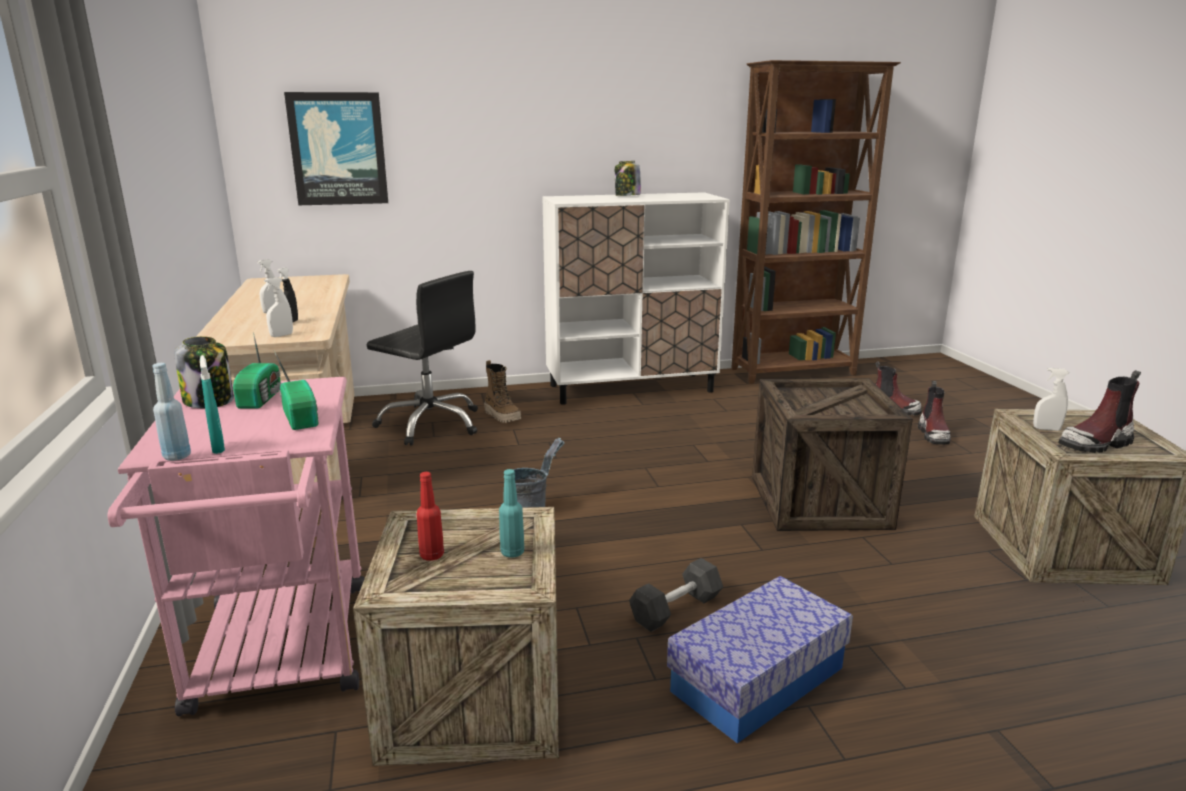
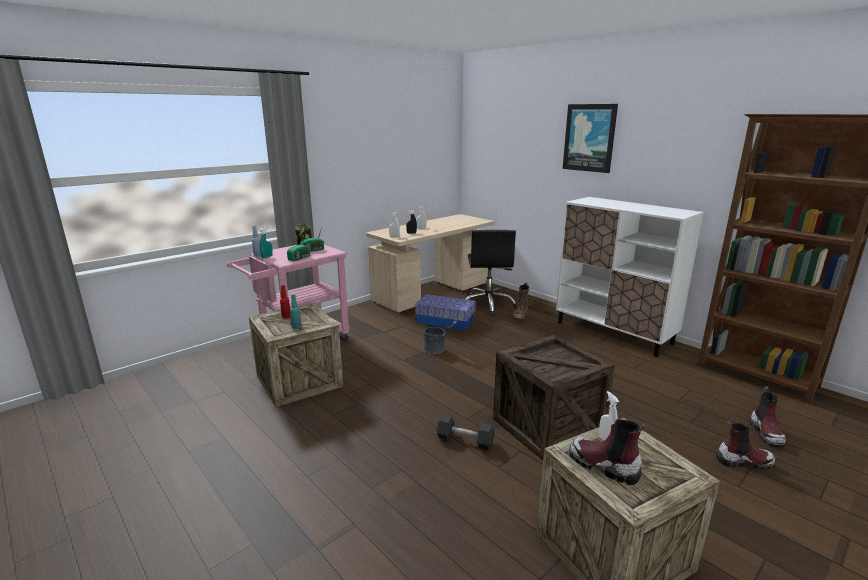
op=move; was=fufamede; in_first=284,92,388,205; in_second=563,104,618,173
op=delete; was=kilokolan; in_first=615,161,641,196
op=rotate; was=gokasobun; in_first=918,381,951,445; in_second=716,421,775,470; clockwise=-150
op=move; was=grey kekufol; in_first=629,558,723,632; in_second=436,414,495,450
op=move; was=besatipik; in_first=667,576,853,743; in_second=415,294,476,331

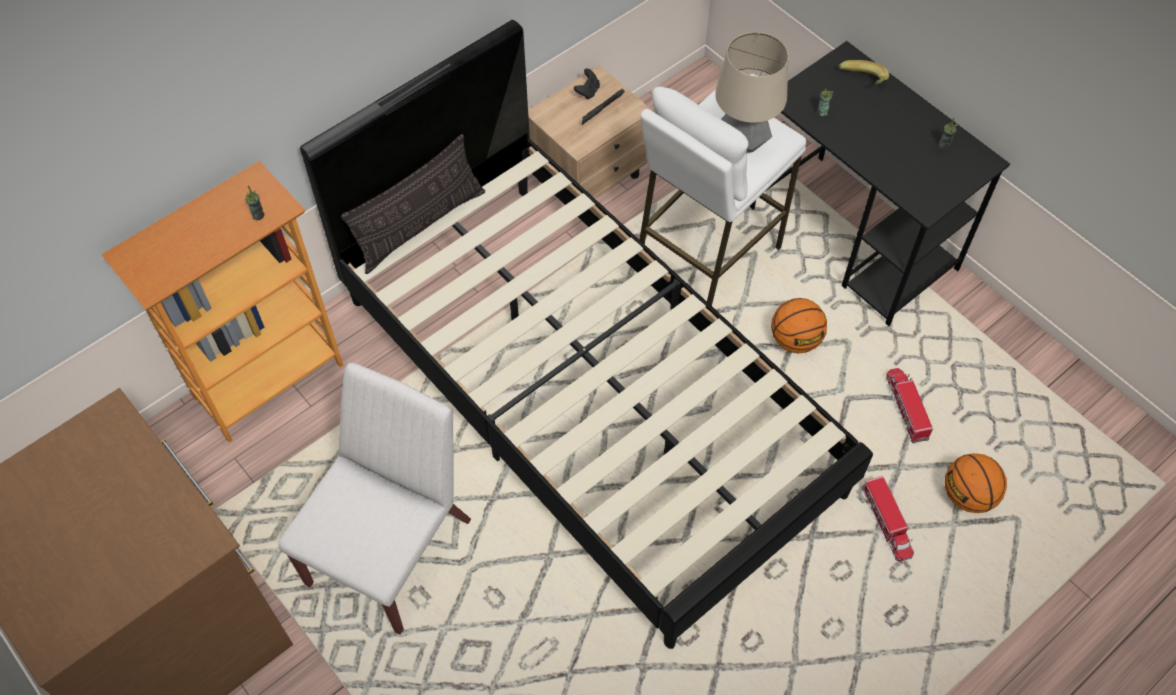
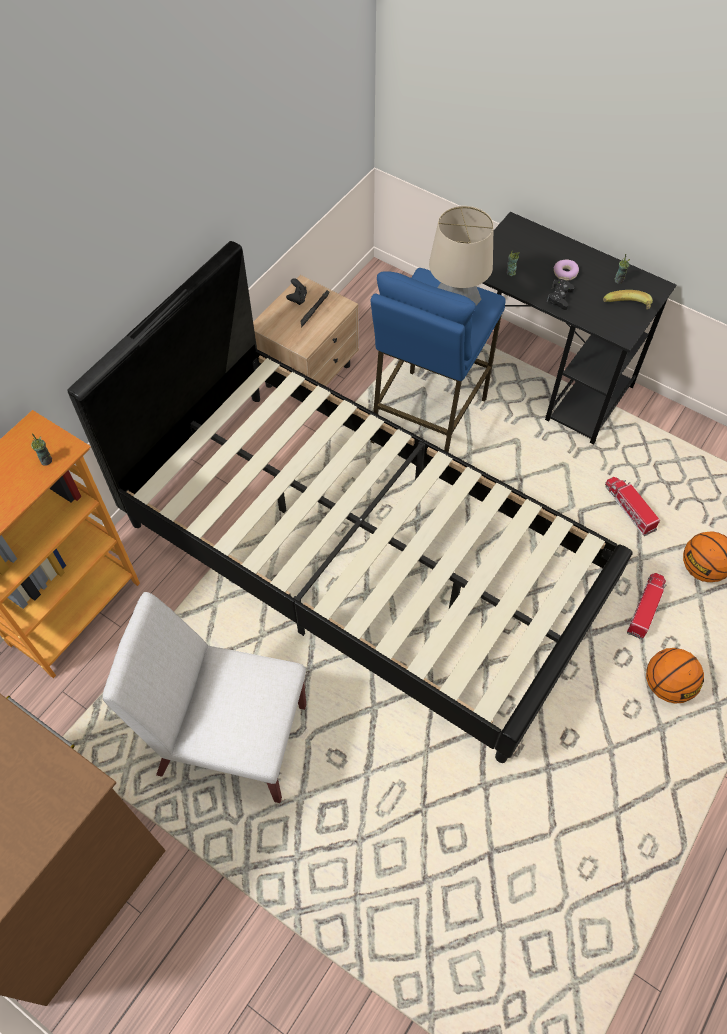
op=move; was=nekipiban; in_first=838,60,889,84; in_second=603,290,653,310
op=recolor; was=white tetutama; now=blue tetutama; in_first=639,87,806,306; in_second=371,268,506,453
op=delete; was=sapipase; in_first=341,134,485,274
op=move; was=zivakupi; in_first=771,298,827,354; in_second=646,648,704,704
op=rotate; was=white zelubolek; in_first=279,362,471,635; in_second=103,592,306,803; clockwise=-90
op=rotate; was=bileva; in_first=862,476,914,562; in_second=627,573,666,640; clockwise=-120
op=insert; now=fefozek; in_second=553,259,579,281
op=insert; now=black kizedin; in_second=547,279,574,310

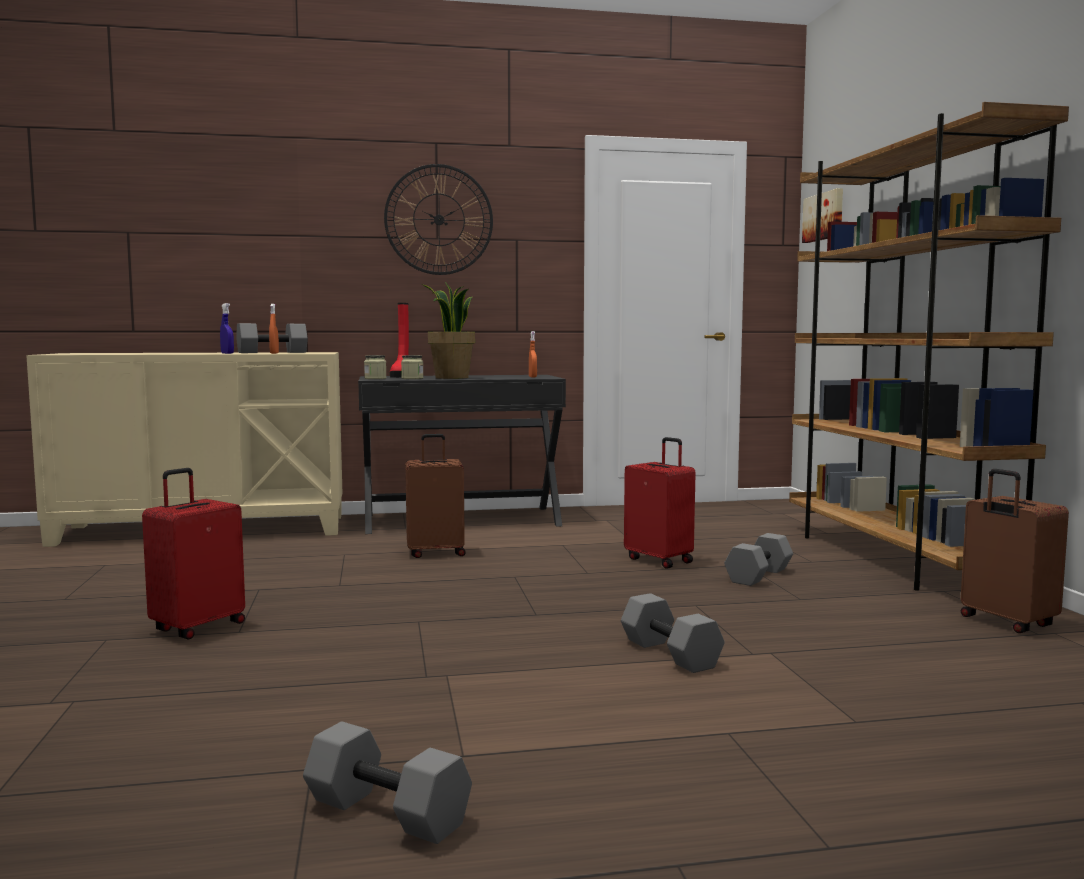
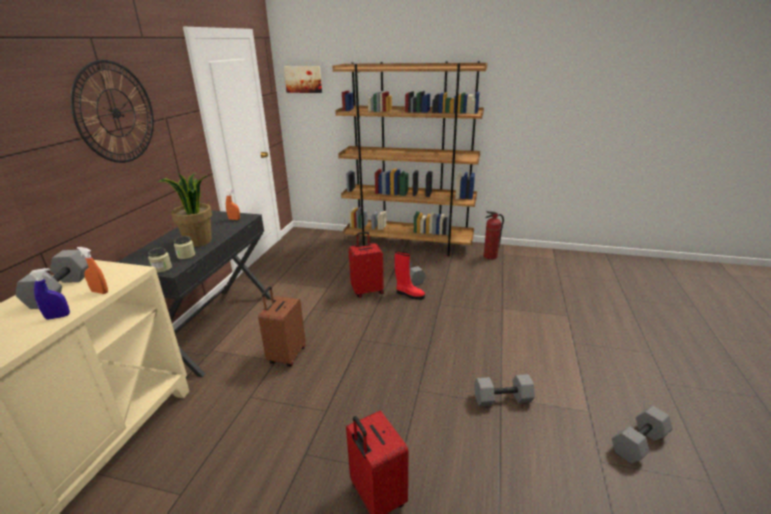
op=move; was=red gokasobun; in_first=390,303,409,378; in_second=395,251,425,300
op=replace; was=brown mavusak; now=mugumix; in_first=961,469,1069,633; in_second=484,211,504,260
op=move; was=grey kekufol; in_first=621,593,725,673; in_second=474,374,535,406

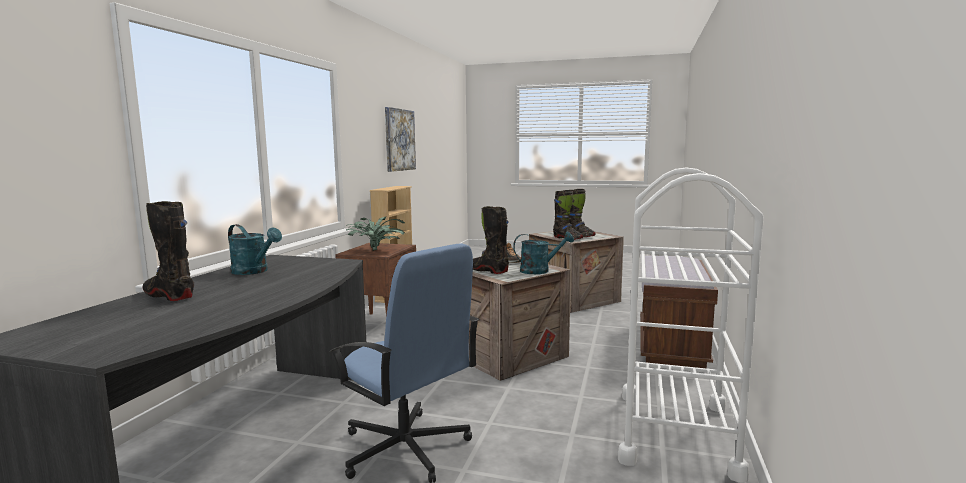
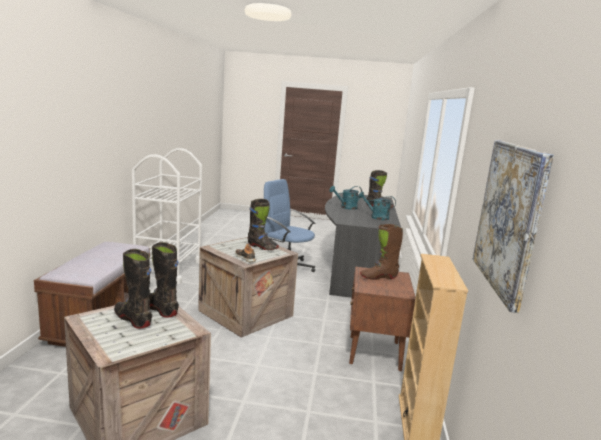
op=replace; was=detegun; now=brown gokasobun; in_first=346,217,405,251; in_second=360,224,403,280
op=move; was=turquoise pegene; in_first=513,232,574,274; in_second=329,186,362,210

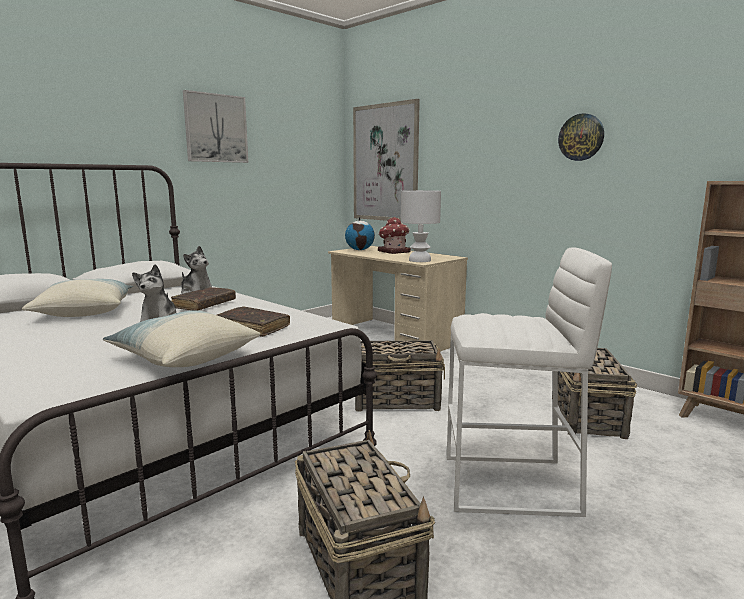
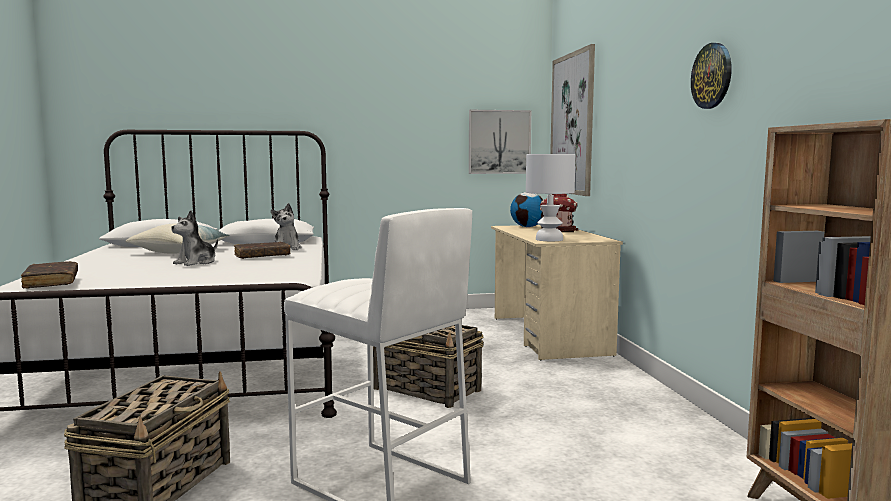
op=move; was=fufamede; in_first=183,90,248,163; in_second=469,110,531,174
op=move; was=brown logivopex; in_first=217,306,290,337; in_second=21,261,78,289
op=delete; was=sapipase; in_first=103,310,260,367
op=delete; was=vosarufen; in_first=552,348,637,439

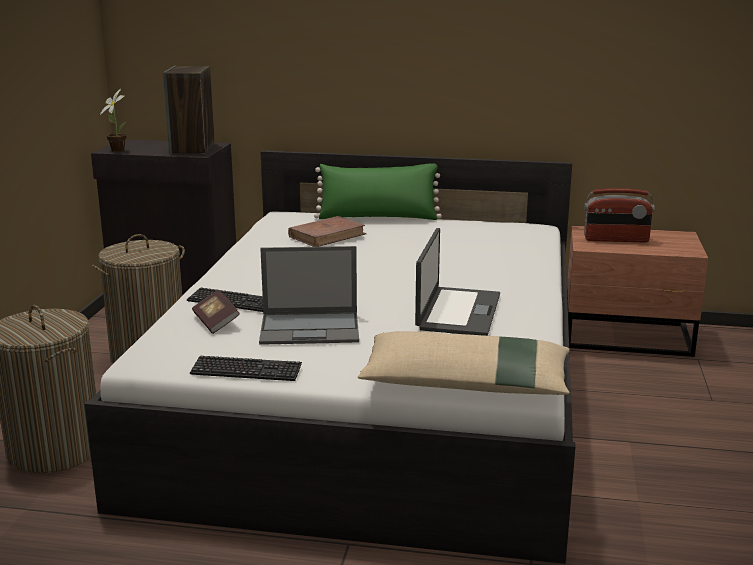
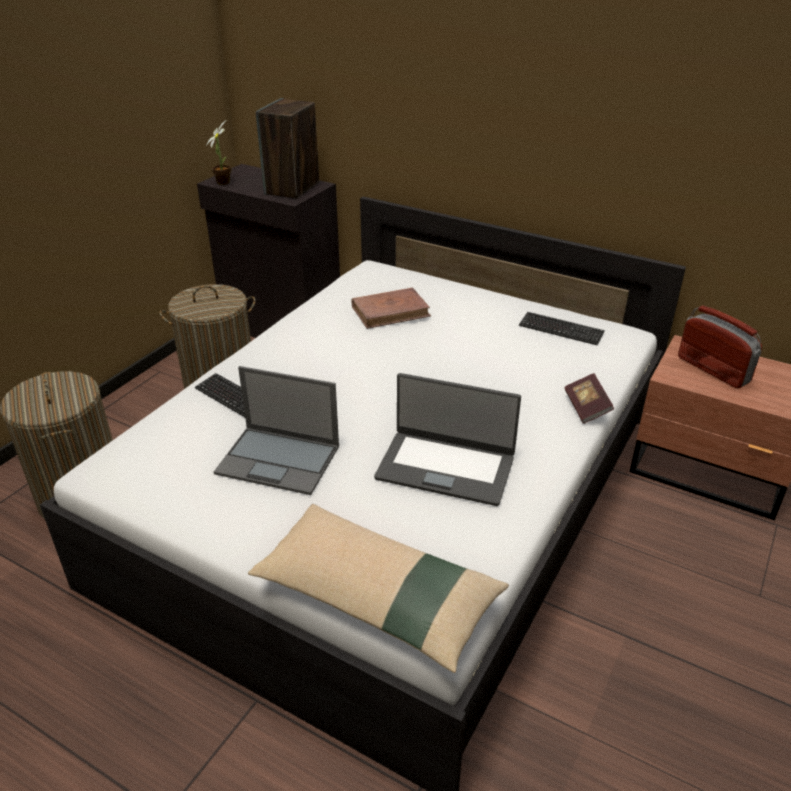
op=delete; was=green sapipase; in_first=314,163,442,220
op=rotate; was=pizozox; in_first=584,188,655,242; in_second=678,305,762,388; clockwise=-150
op=rotate; was=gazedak; in_first=415,228,500,336; in_second=374,373,521,506; clockwise=75
op=move; was=logivopex; in_first=192,290,240,334; in_second=565,373,614,424
op=move; was=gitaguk; in_first=190,356,302,381; in_second=519,312,605,345

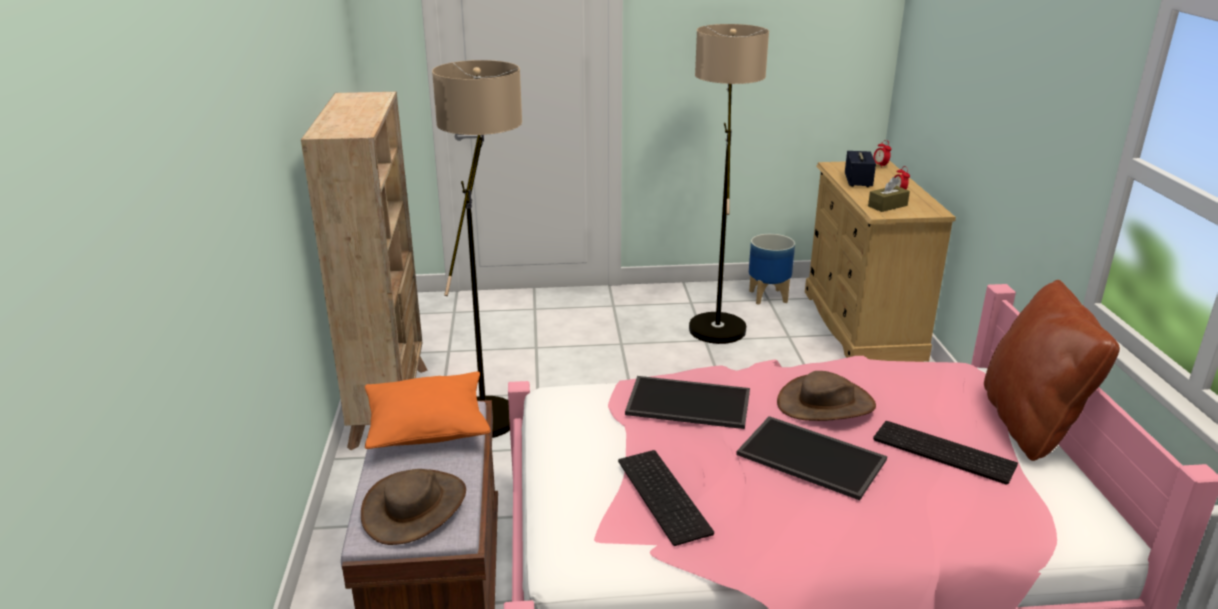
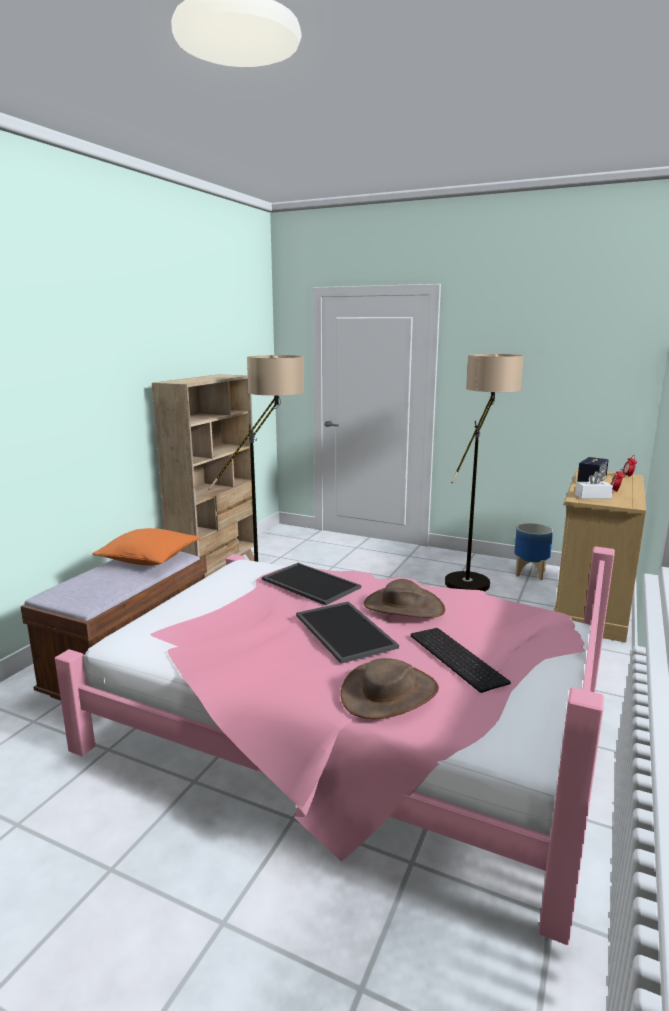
op=recolor; was=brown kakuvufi; now=white kakuvufi; in_first=868,177,910,212; in_second=575,471,613,499
op=delete; was=brown sapipase; in_first=984,280,1120,461
op=delete; was=gitaguk; in_first=618,450,714,546
op=move; was=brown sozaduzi; in_first=361,469,466,545; in_second=340,658,439,719

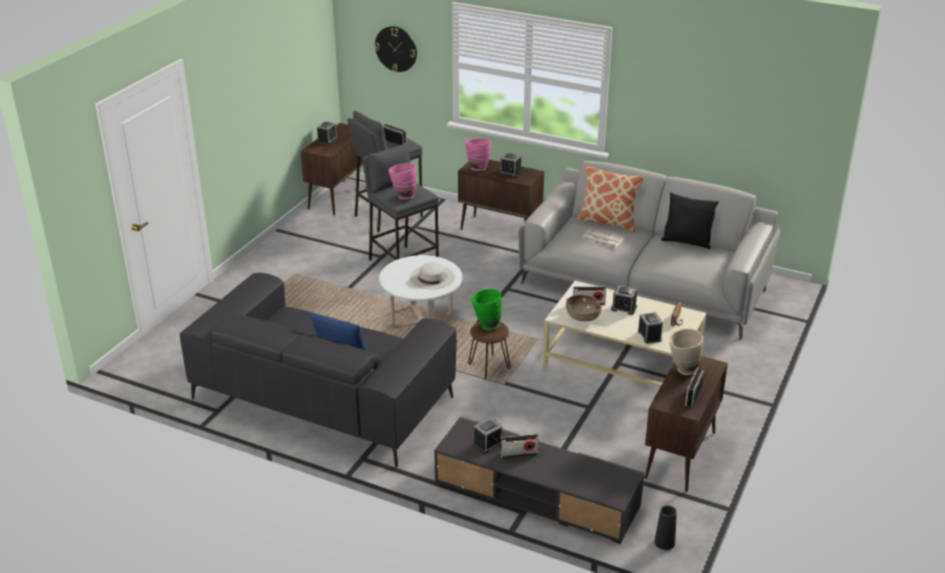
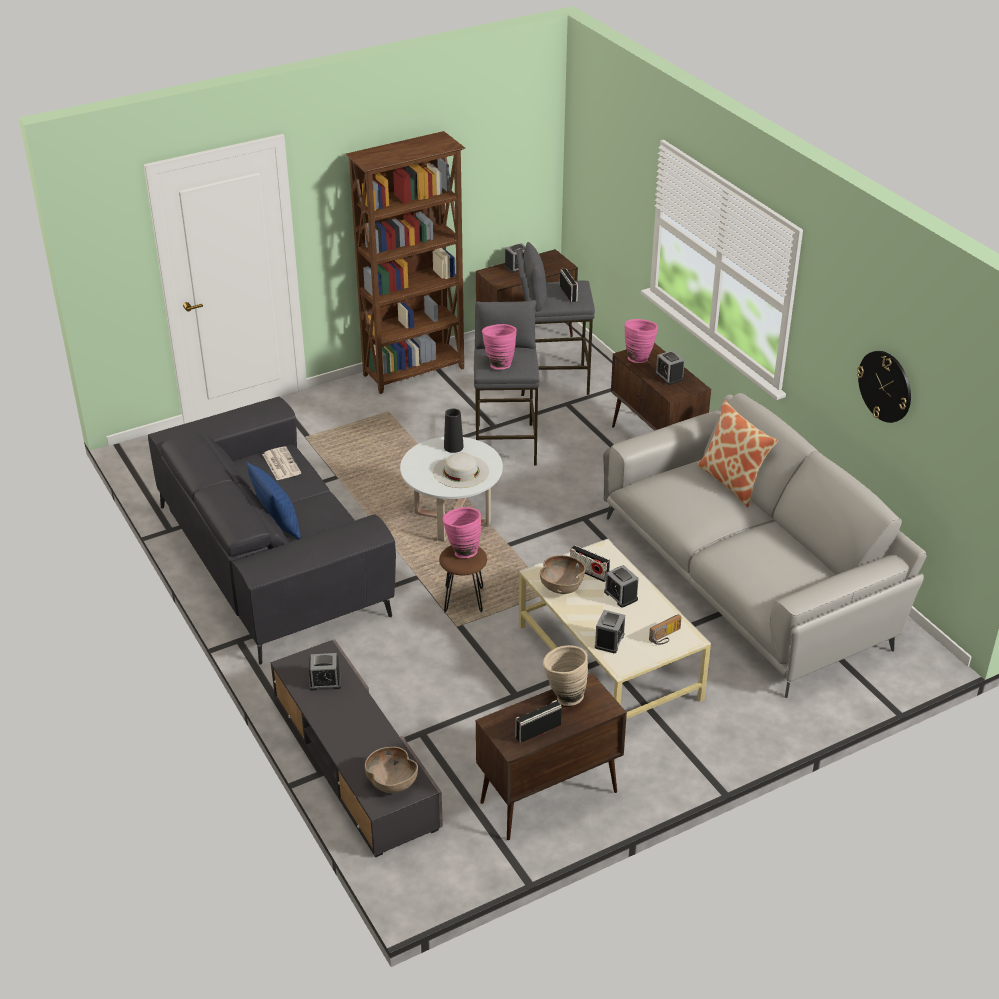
op=move; was=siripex; in_first=374,26,417,72; in_second=857,351,911,423
op=delete; was=black sapipase; in_first=661,192,719,249
op=move; was=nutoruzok; in_first=582,228,624,248; in_second=263,446,301,480
op=recolor; was=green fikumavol; now=pink fikumavol; in_first=471,289,502,330; in_second=442,507,481,558
op=delete; was=pizozox; in_first=500,434,539,458
op=move; was=black fikumavol; in_first=655,505,677,550; in_second=444,408,464,453
op=insert; now=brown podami; in_second=346,131,465,394
op=insert; now=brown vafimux; in_second=365,747,418,793

